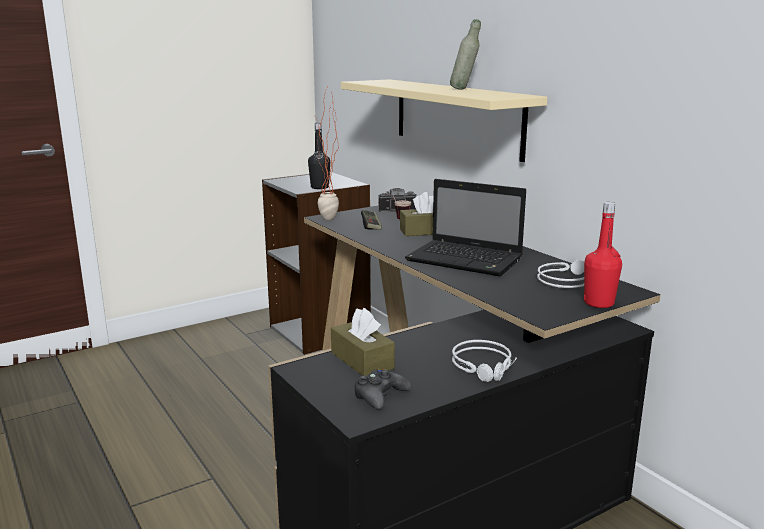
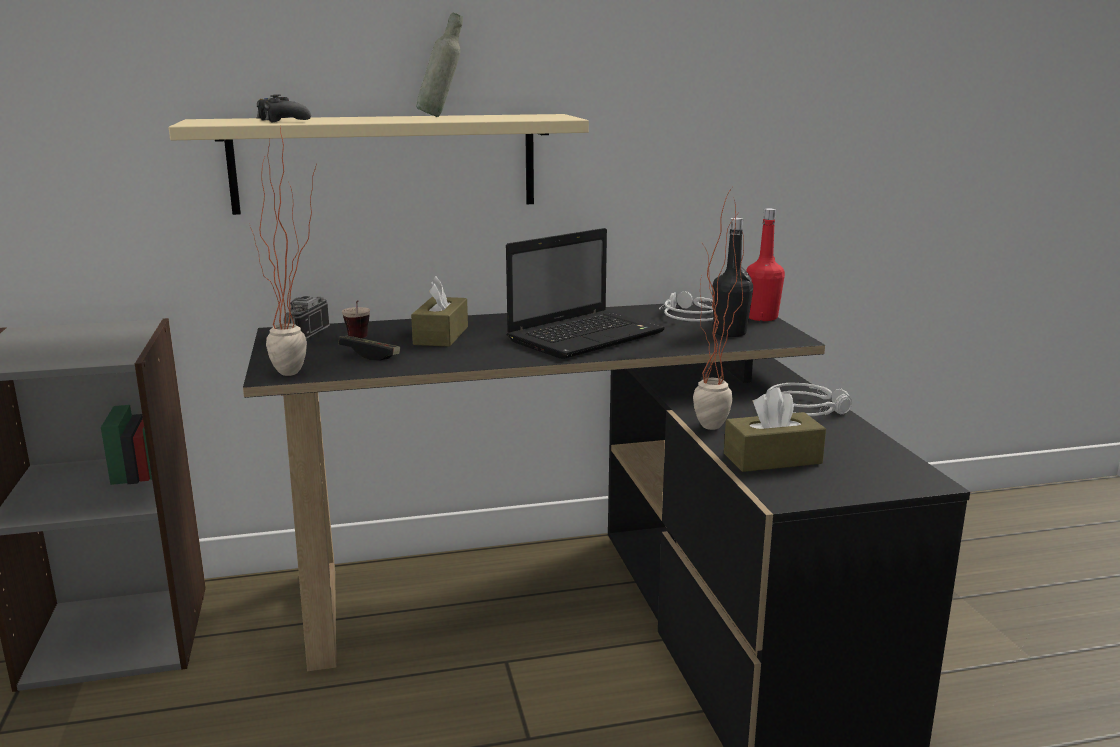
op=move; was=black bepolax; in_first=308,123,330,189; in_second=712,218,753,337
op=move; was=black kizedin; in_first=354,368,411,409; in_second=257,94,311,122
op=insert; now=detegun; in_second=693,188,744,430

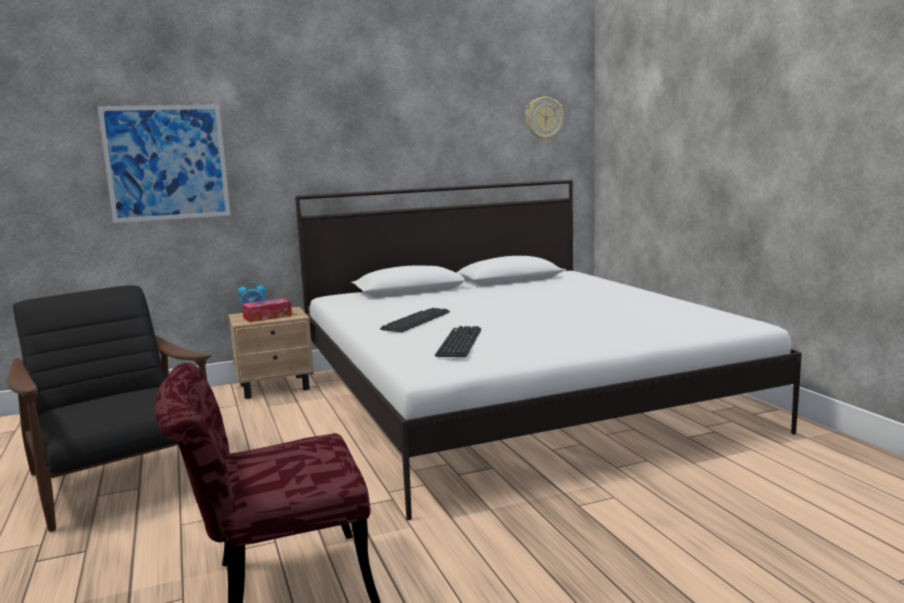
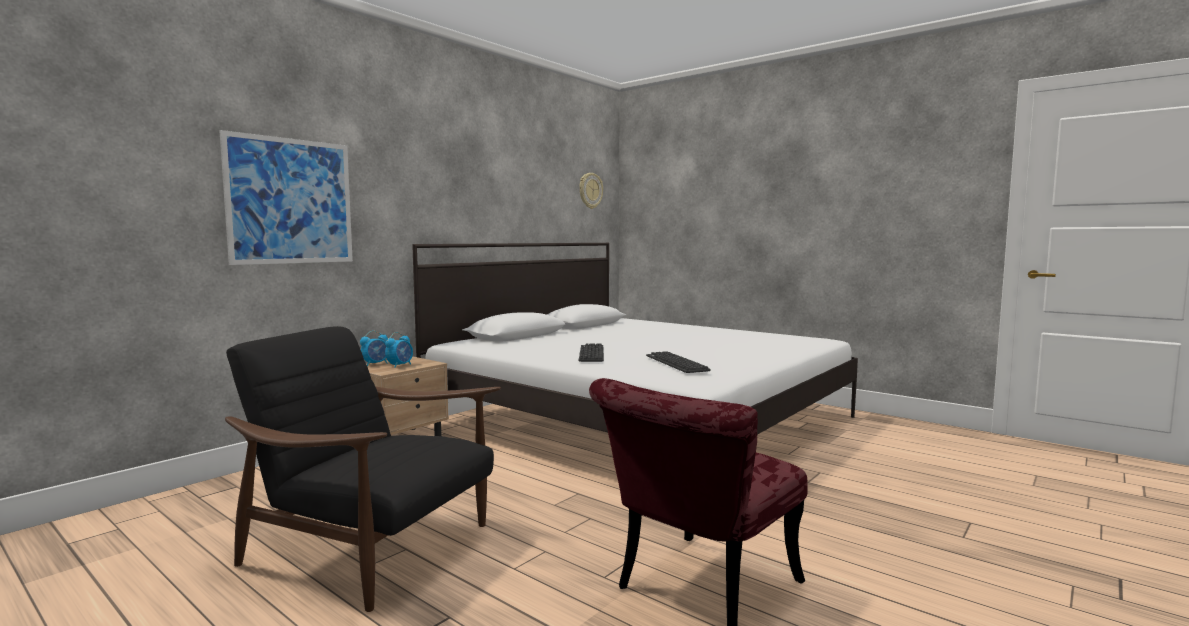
op=replace; was=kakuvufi; now=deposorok; in_first=242,298,292,322; in_second=385,332,413,368

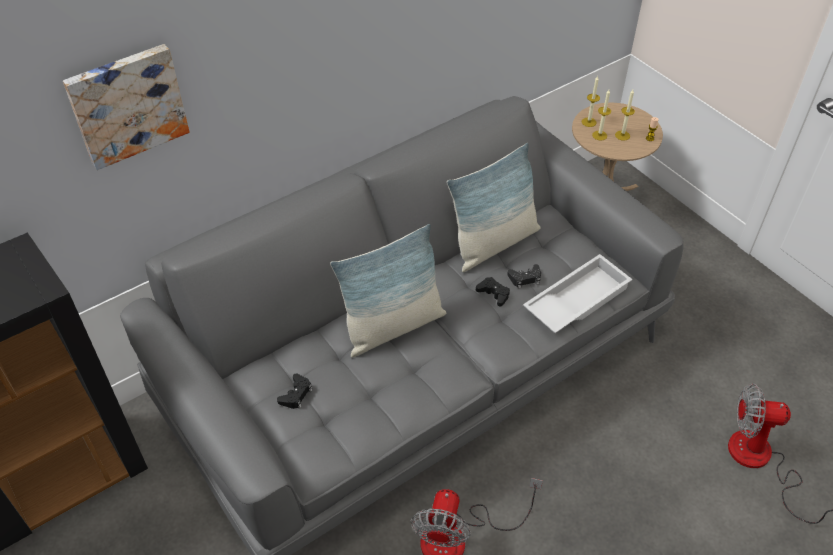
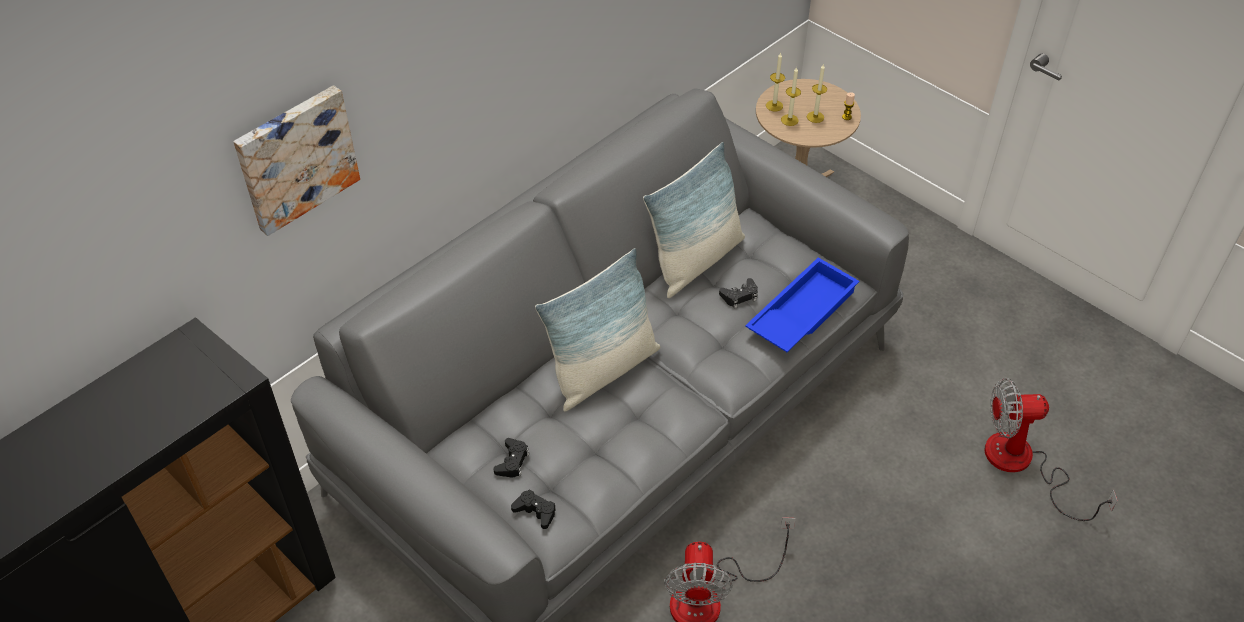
op=recolor; was=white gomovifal; now=blue gomovifal; in_first=523,254,633,333; in_second=745,257,859,352
op=move; was=black kizedin; in_first=476,277,510,306; in_second=511,489,556,529

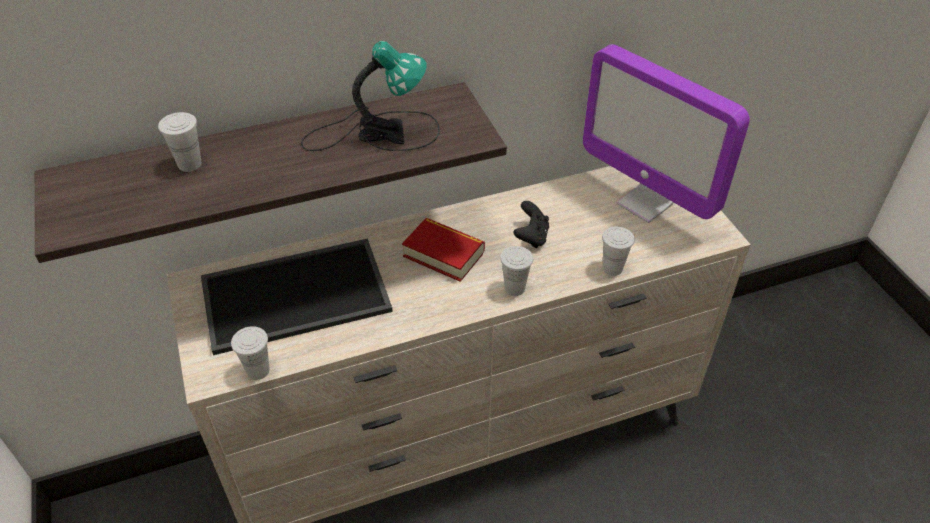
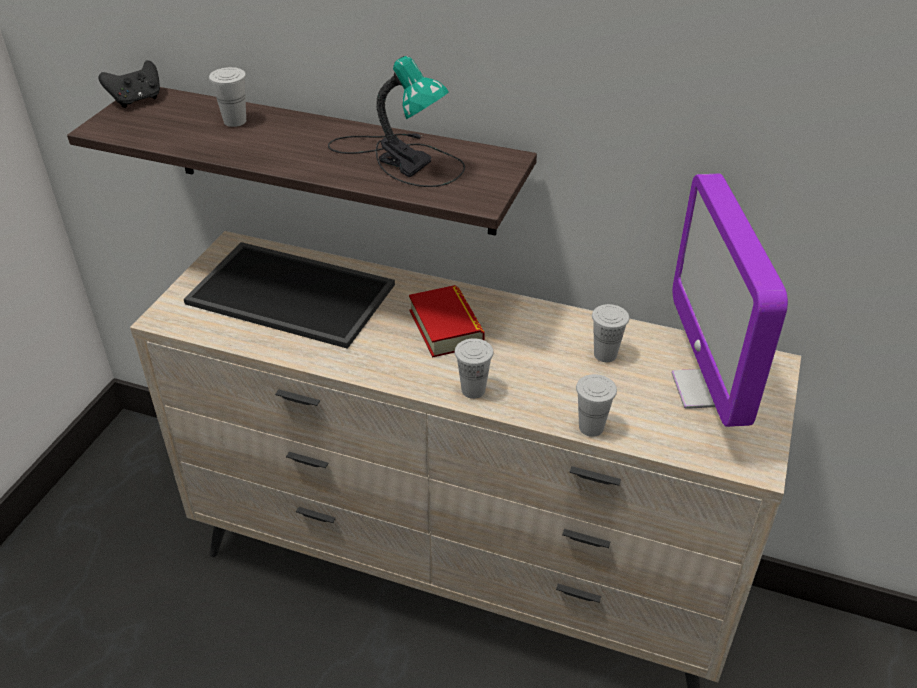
op=move; was=black kizedin; in_first=514,201,549,248; in_second=98,60,160,108
op=move; was=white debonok; in_first=231,326,270,380; in_second=592,304,629,362

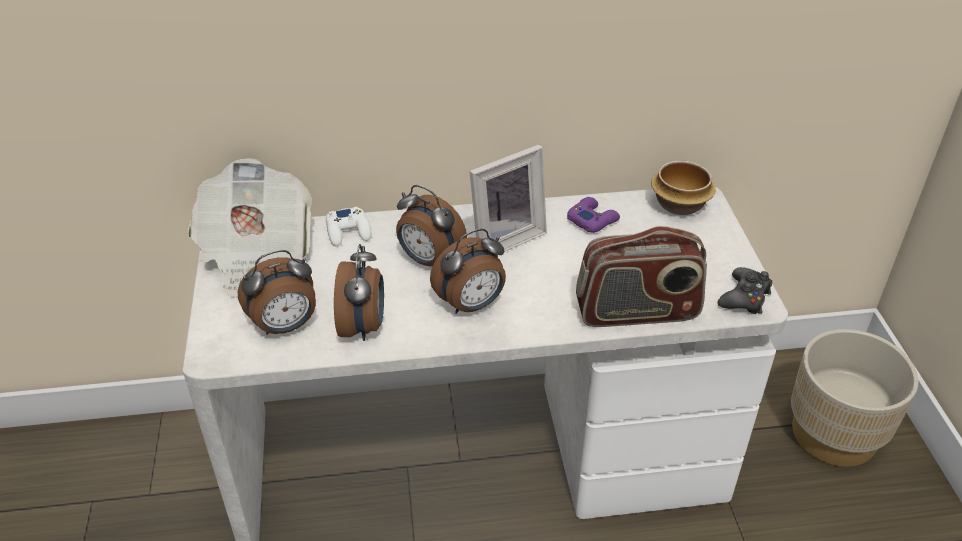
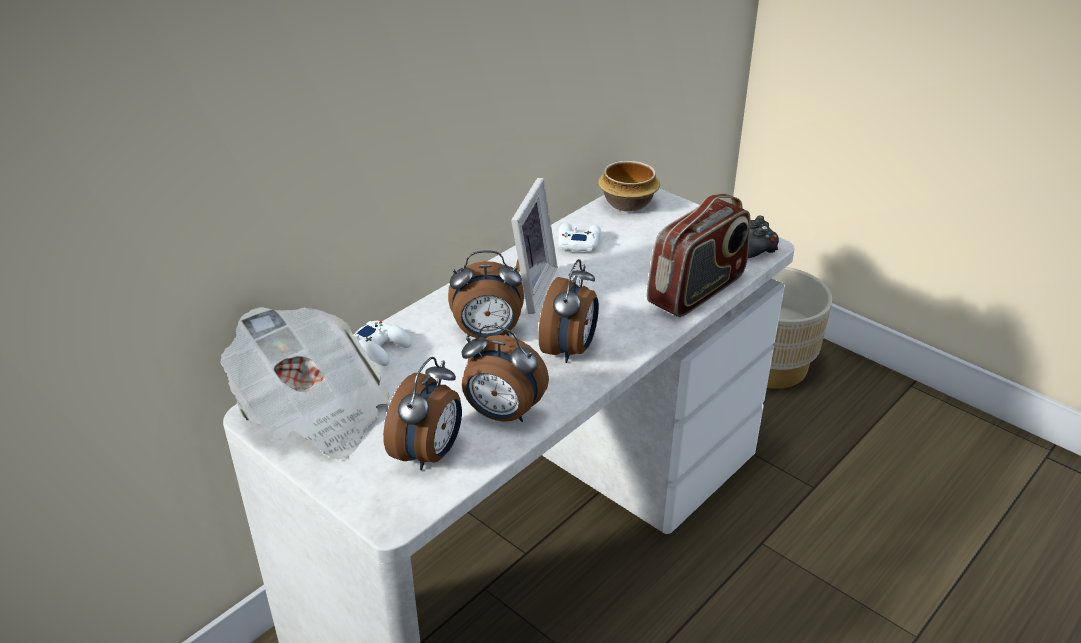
op=recolor; was=purple kizedin; now=white kizedin; in_first=567,197,620,233; in_second=558,223,601,252
op=rotate; was=deposorok; in_first=334,244,384,341; in_second=461,325,549,422; clockwise=150

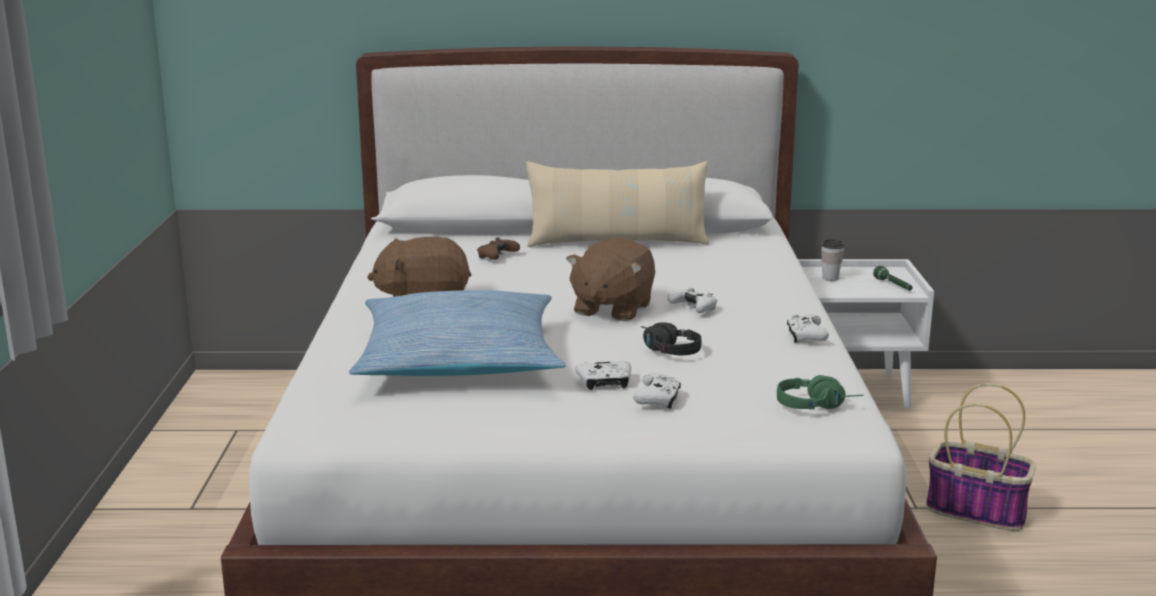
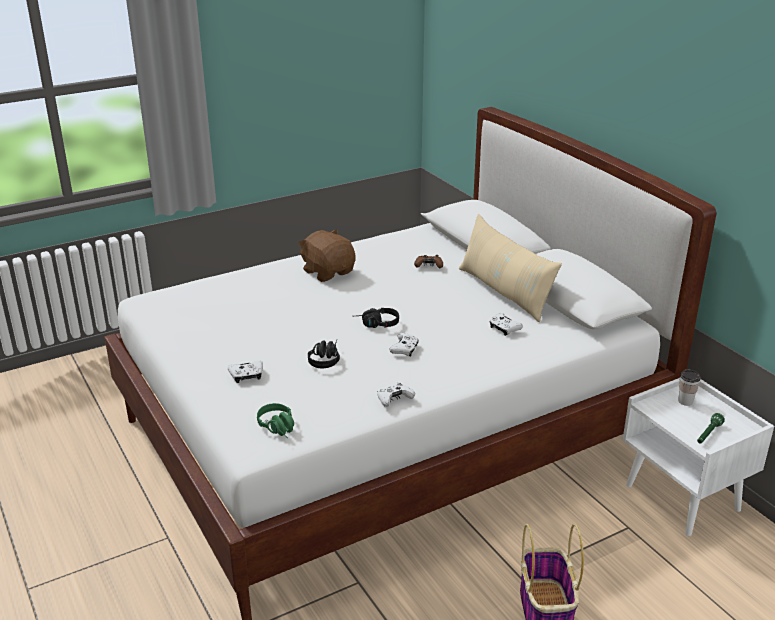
op=replace; was=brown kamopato; now=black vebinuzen; in_first=566,238,655,322; in_second=352,308,399,328
op=delete; was=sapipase; in_first=349,290,566,376
op=move; was=white kizedin; in_first=575,361,631,390; in_second=490,313,523,336

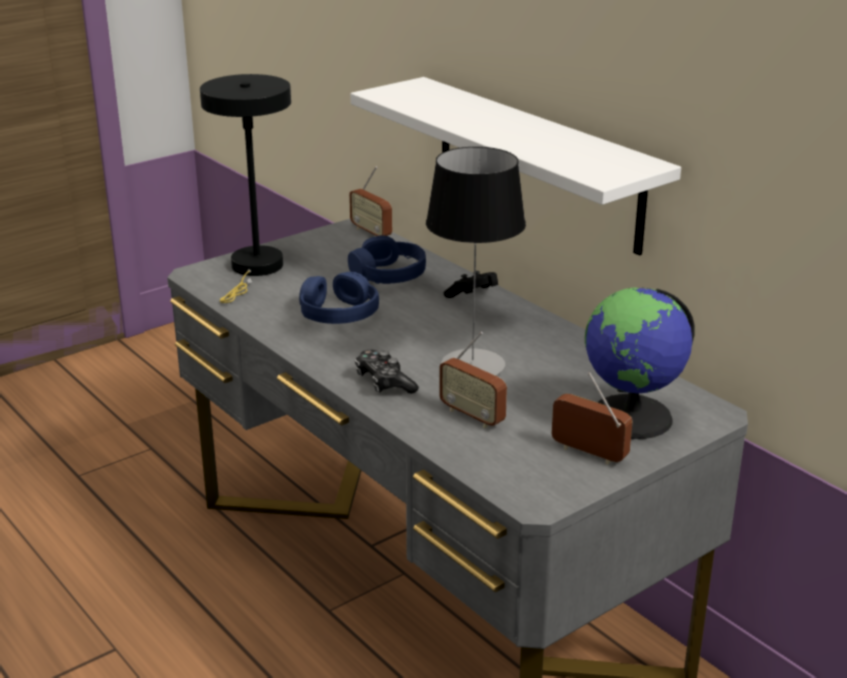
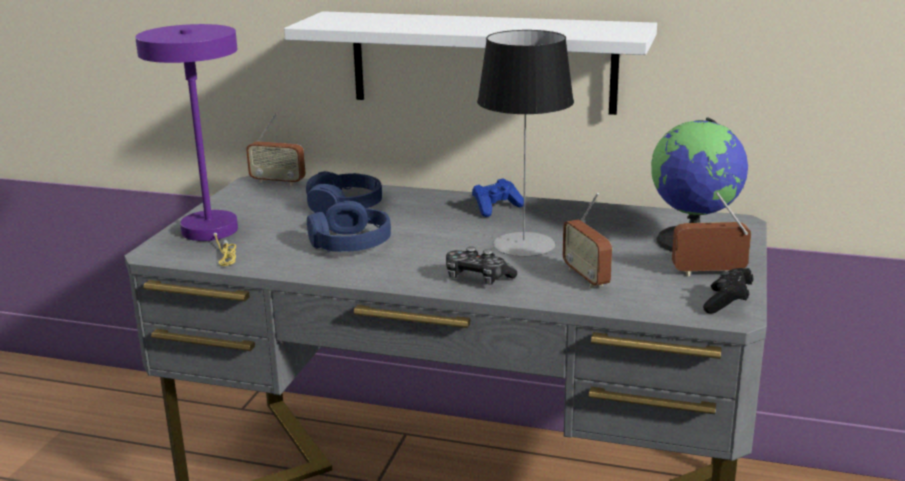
op=recolor; was=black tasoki; now=purple tasoki; in_first=200,74,291,303; in_second=135,24,238,266
op=move; was=black kizedin; in_first=444,271,498,298; in_second=703,268,753,313
op=rotate; was=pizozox; in_first=439,332,507,428; in_second=563,193,612,288; clockwise=60
op=insert; now=blue kizedin; in_second=472,178,524,217

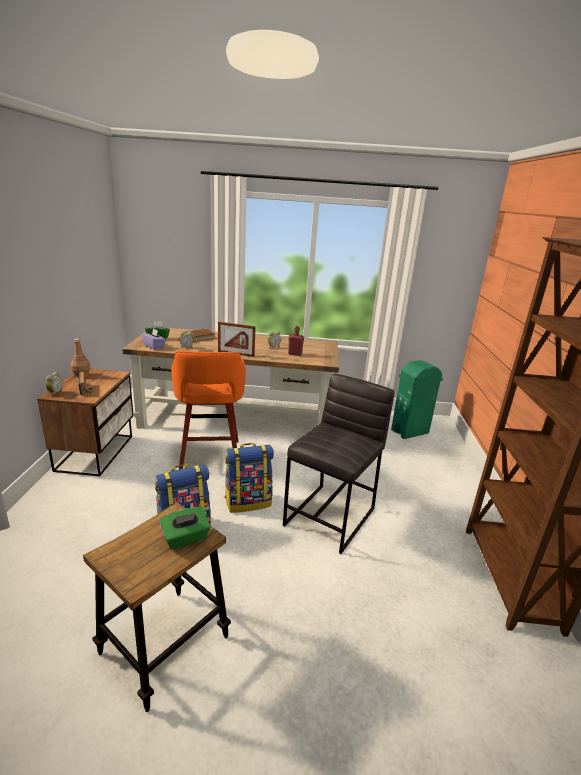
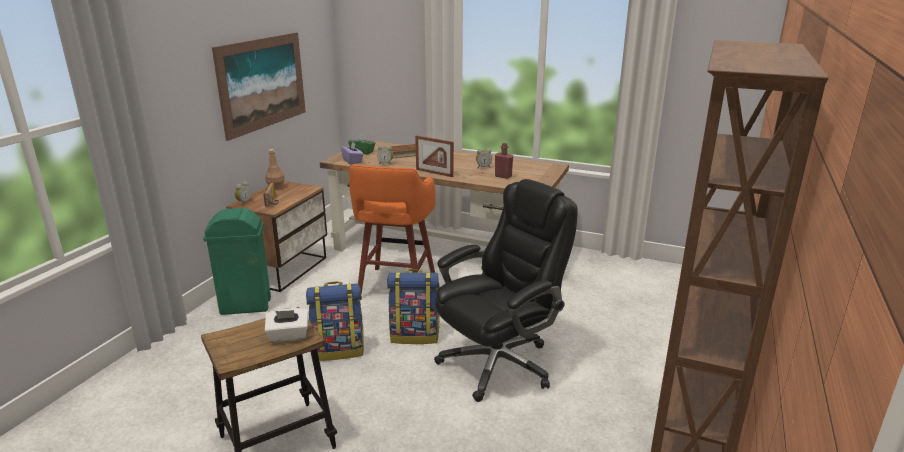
op=move; was=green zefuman; in_first=391,360,443,439; in_second=203,208,271,315
op=replace; was=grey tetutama; now=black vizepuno; in_first=283,374,394,554; in_second=434,179,578,402
op=recolor; was=green kakuvufi; now=white kakuvufi; in_first=159,507,210,550; in_second=265,308,309,342
op=insert; now=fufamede; in_second=212,32,306,141

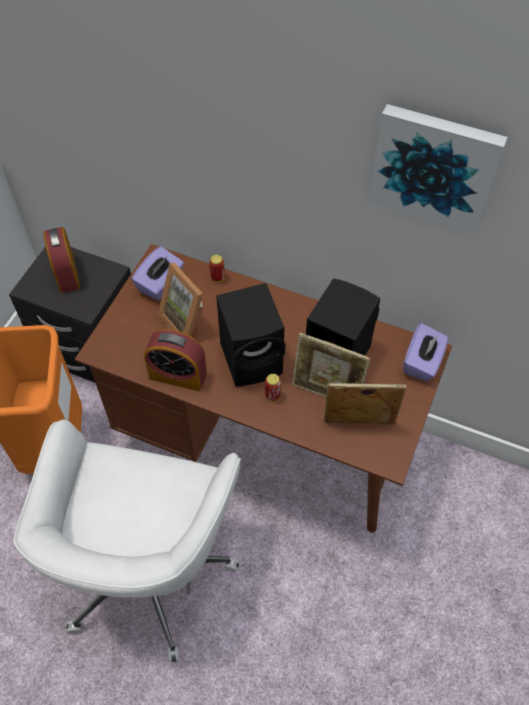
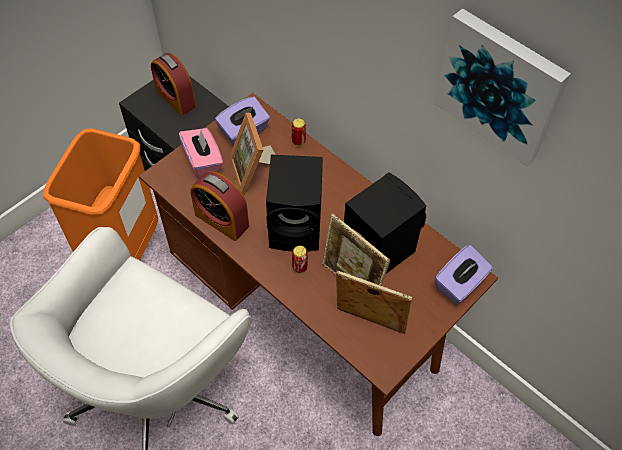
op=rotate; was=deposorok; in_first=43,227,80,293; in_second=151,53,196,116; clockwise=-45
op=insert; now=pink kakuvufi; in_second=179,128,223,179

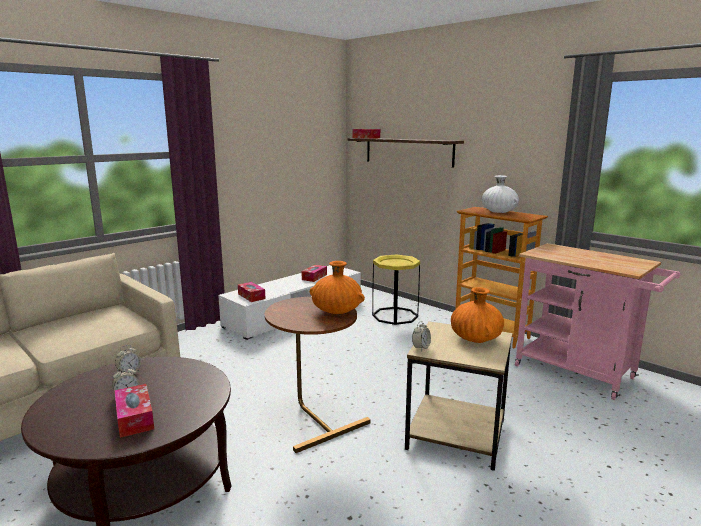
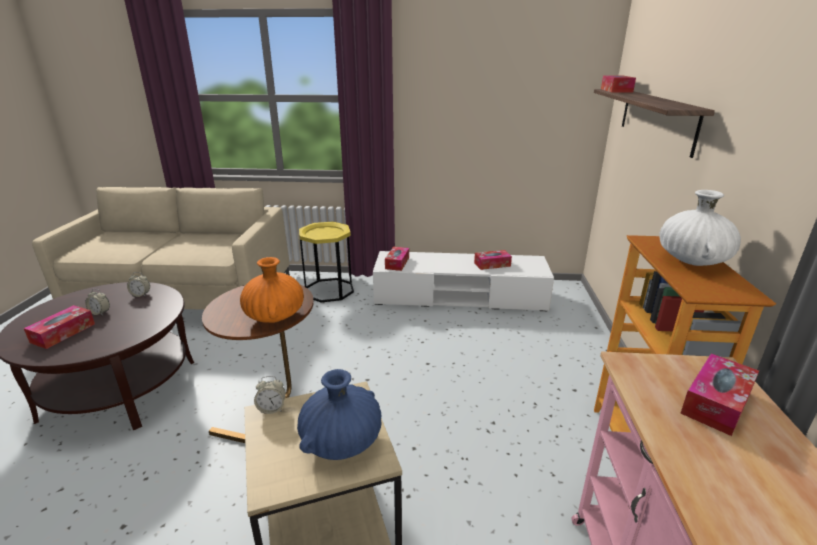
op=move; was=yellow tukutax; in_first=372,254,420,325; in_second=299,222,354,302
op=recolor; was=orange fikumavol; now=blue fikumavol; in_first=451,287,504,343; in_second=297,369,381,460
op=insert; now=kakuvufi; in_second=681,353,759,436

